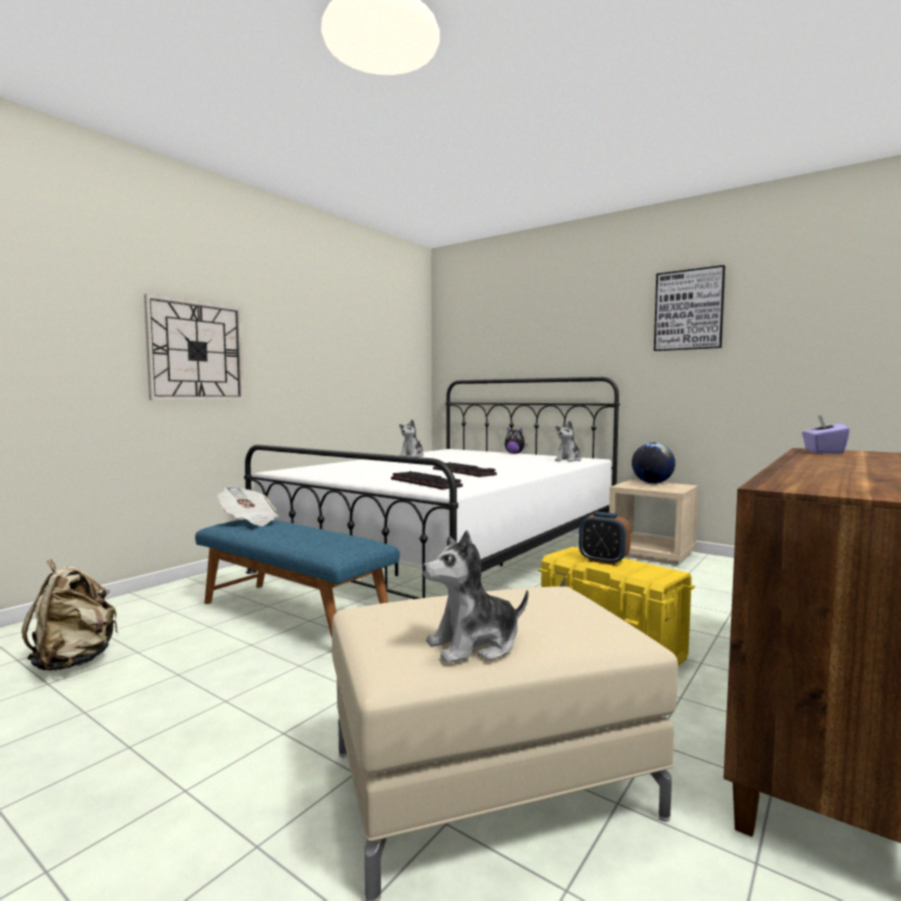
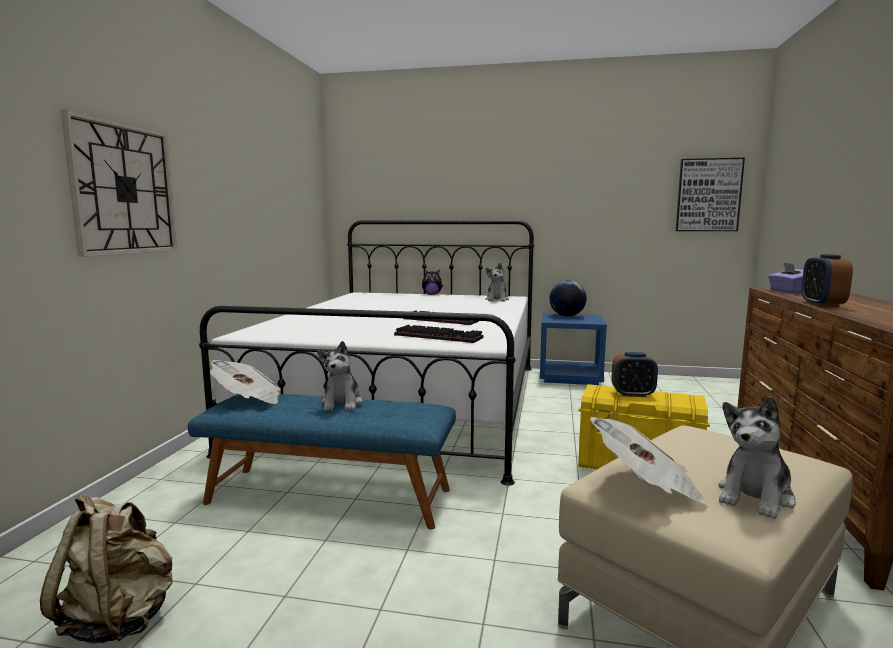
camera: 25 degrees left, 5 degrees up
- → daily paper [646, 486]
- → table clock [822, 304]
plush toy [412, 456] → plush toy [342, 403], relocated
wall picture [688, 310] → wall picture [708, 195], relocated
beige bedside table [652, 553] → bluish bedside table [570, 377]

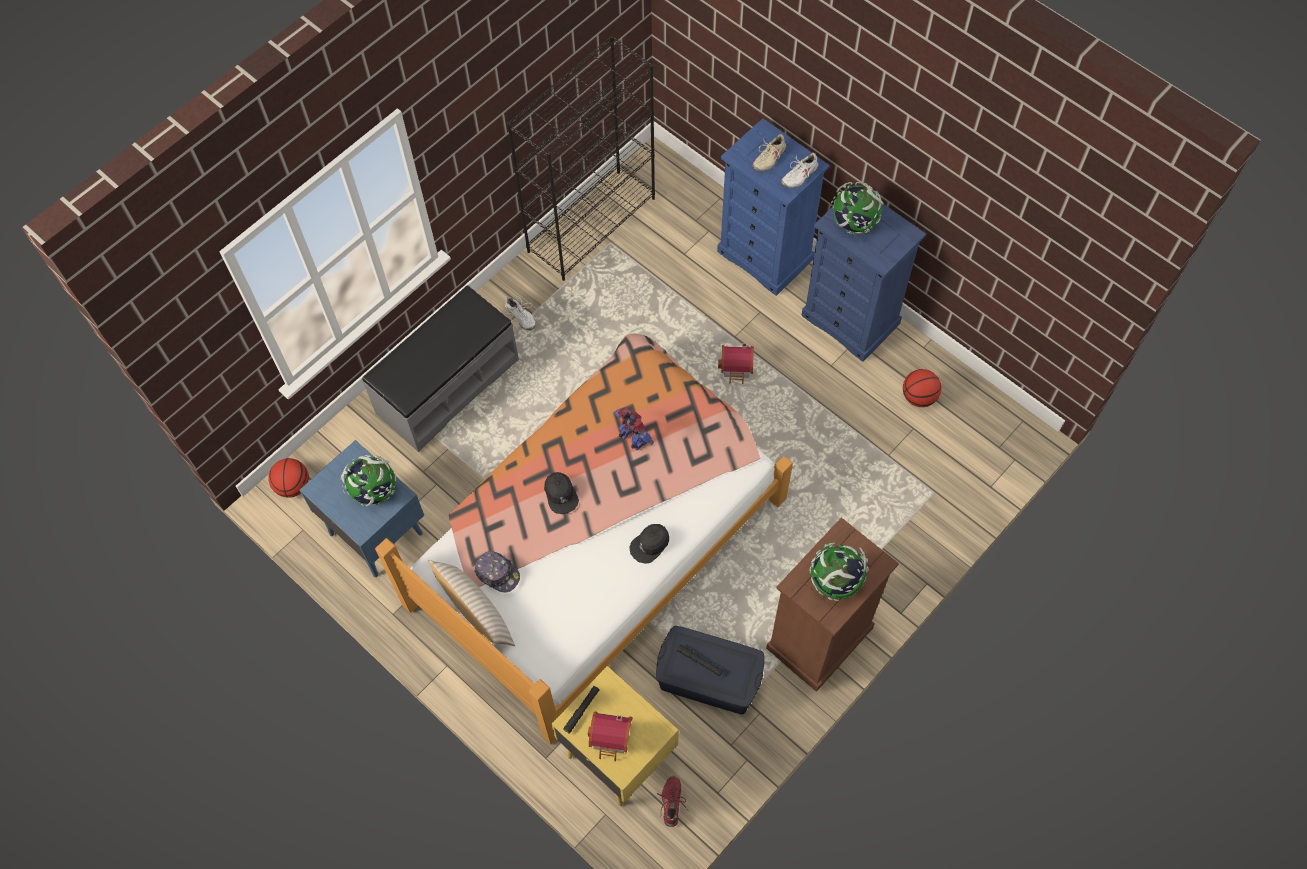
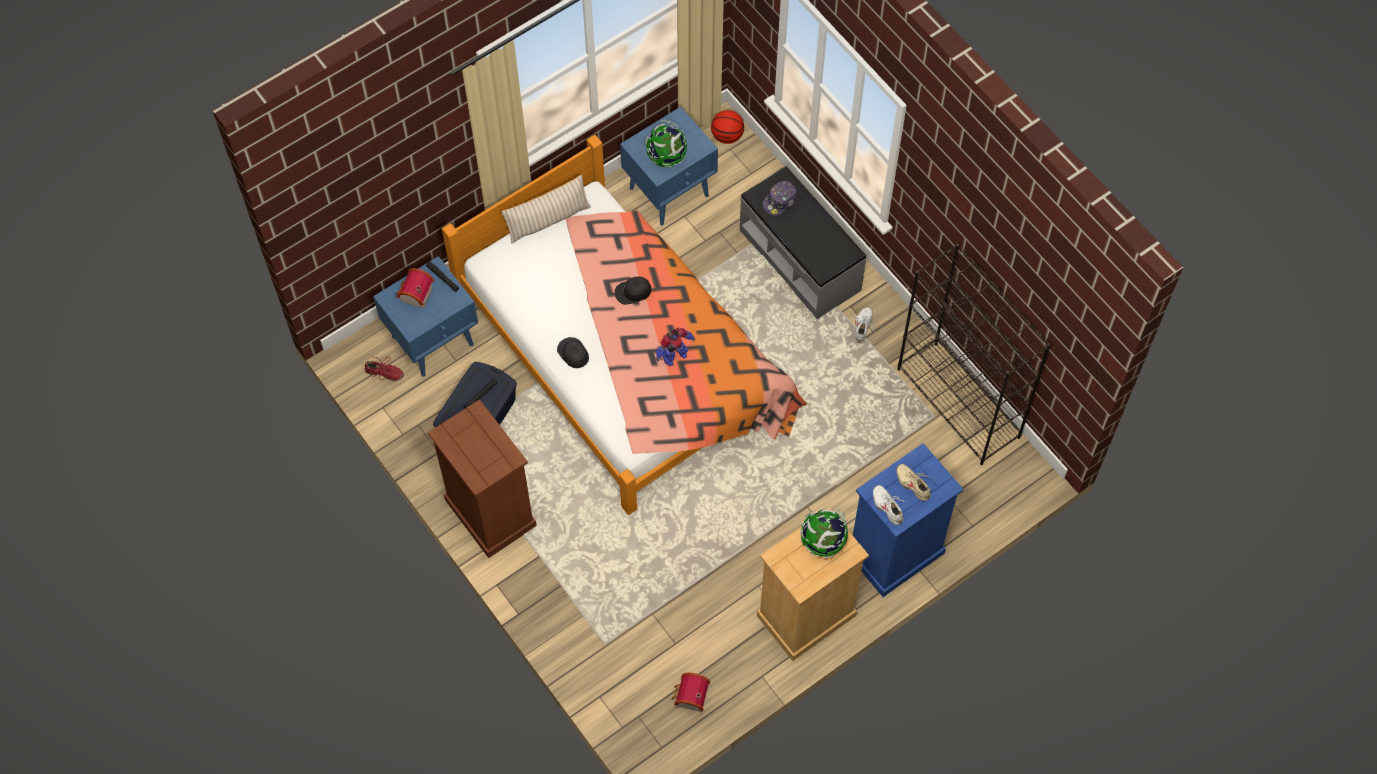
camera: 100 degrees right, 0 degrees up
desk globe [836, 581] → -
basketball [919, 397] → -
cap [497, 573] → cap [780, 201], relocated
model house [737, 369] → model house [689, 697], relocated
yellow-coloured bedside table [617, 754] → bluish bedside table [434, 340]
bluish drawer chest [851, 320] → beige drawer chest [806, 616]
whitish item of footwear [520, 317] → whitish item of footwear [863, 327], 135 degrees clockwise

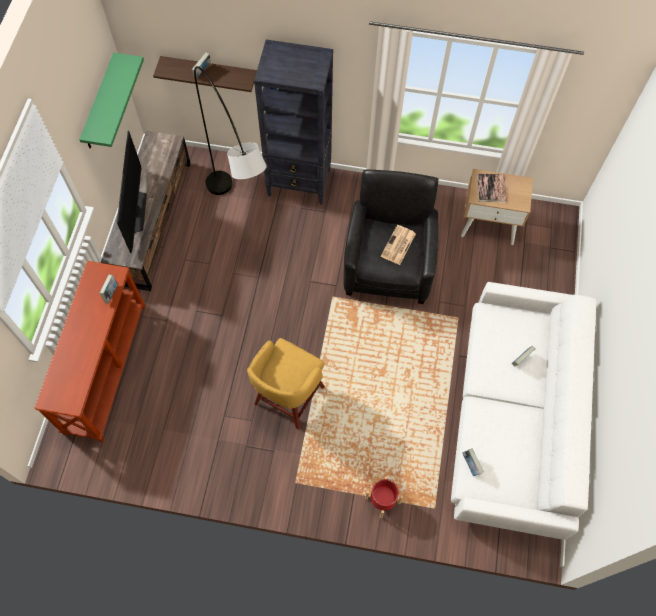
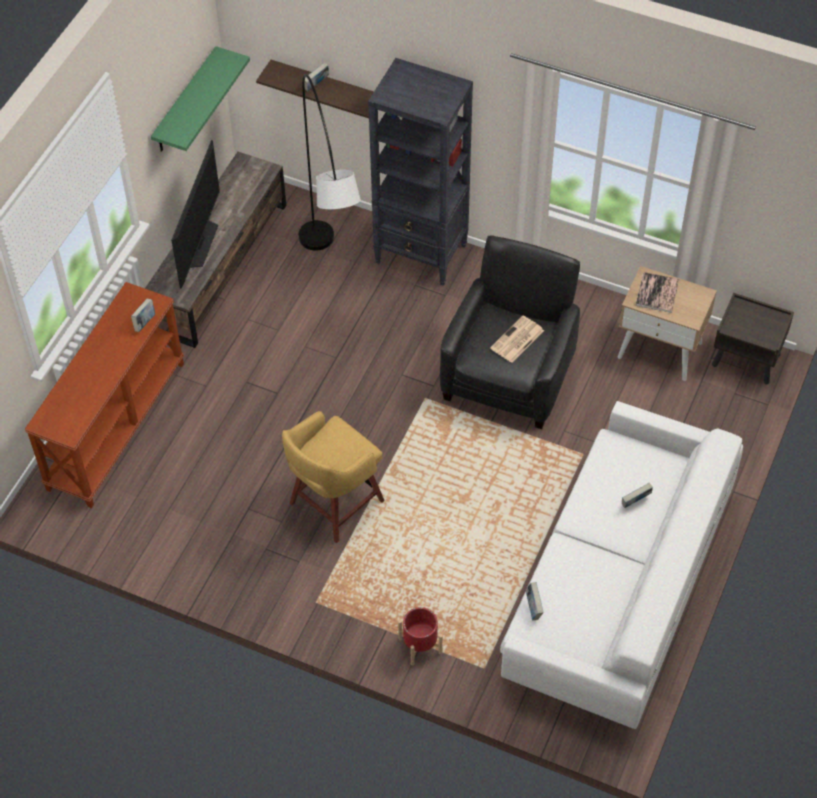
camera: 15 degrees right, 10 degrees down
- → brown-coloured bedside table [746, 360]

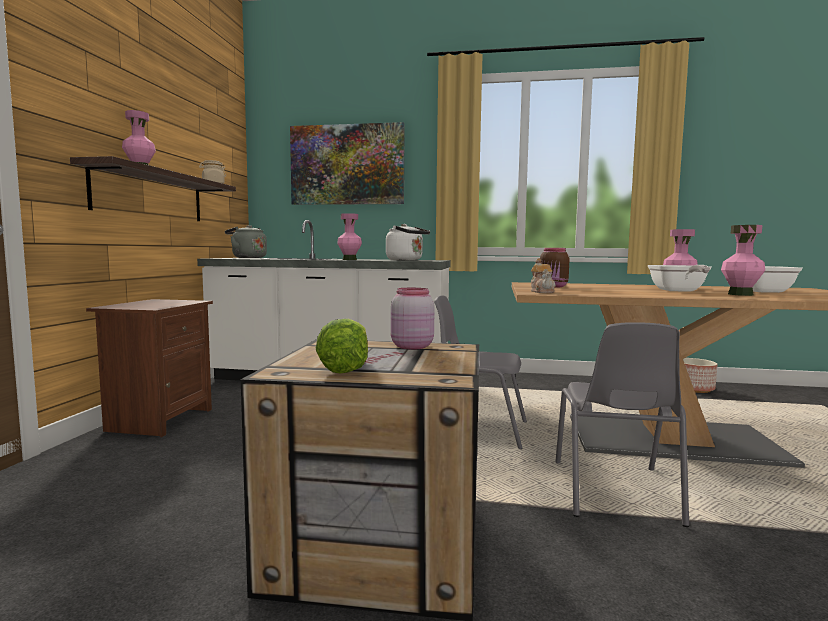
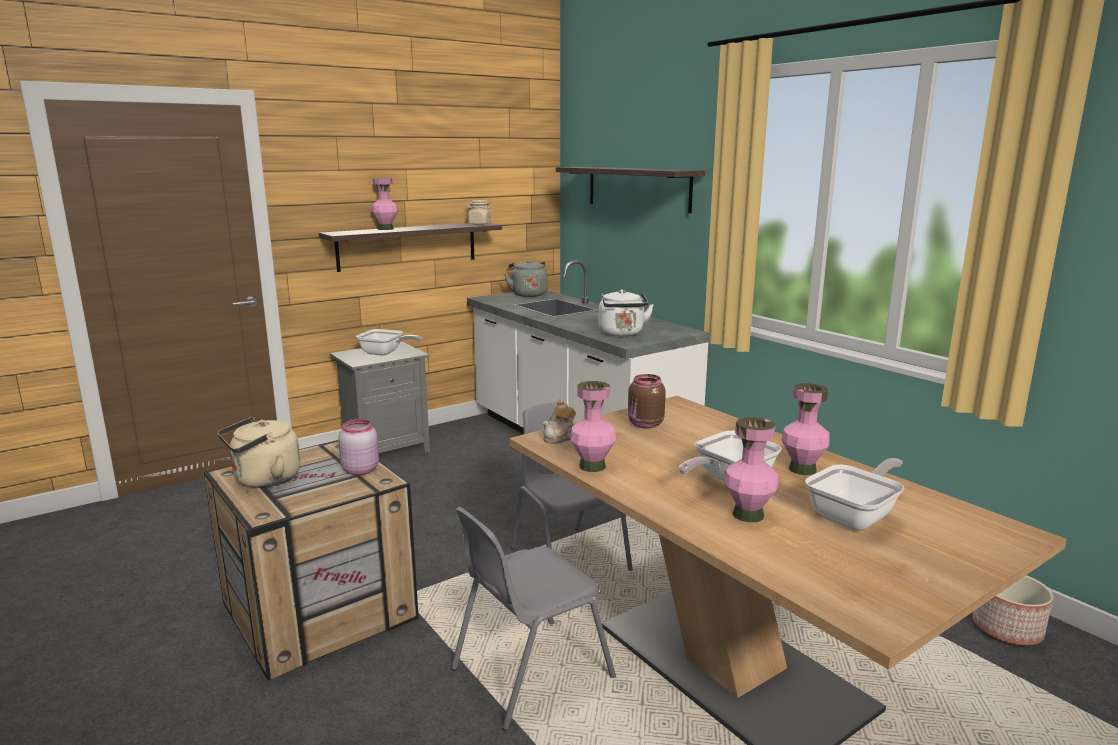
camera: 45 degrees right, 10 degrees up
- → skillet [385, 353]
pinkish decorative vase [349, 259] → pinkish decorative vase [592, 466], relocated
wall picture [347, 165] → wall shelf [638, 188]
lettuce [346, 367] → beige water kettle [263, 480]
brown-coloured bedside table [158, 420] → gray bedside table [385, 450]

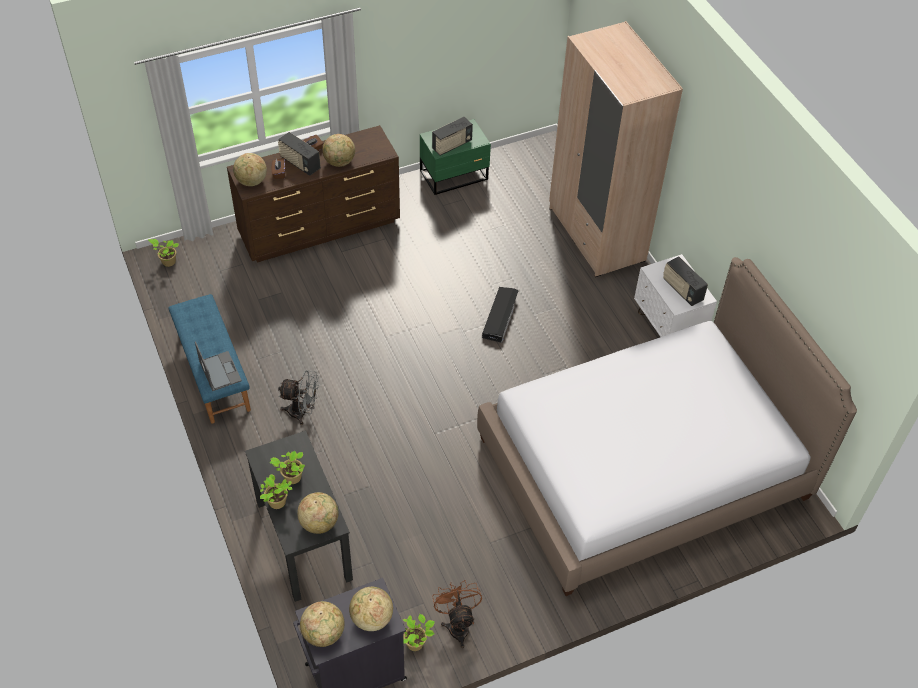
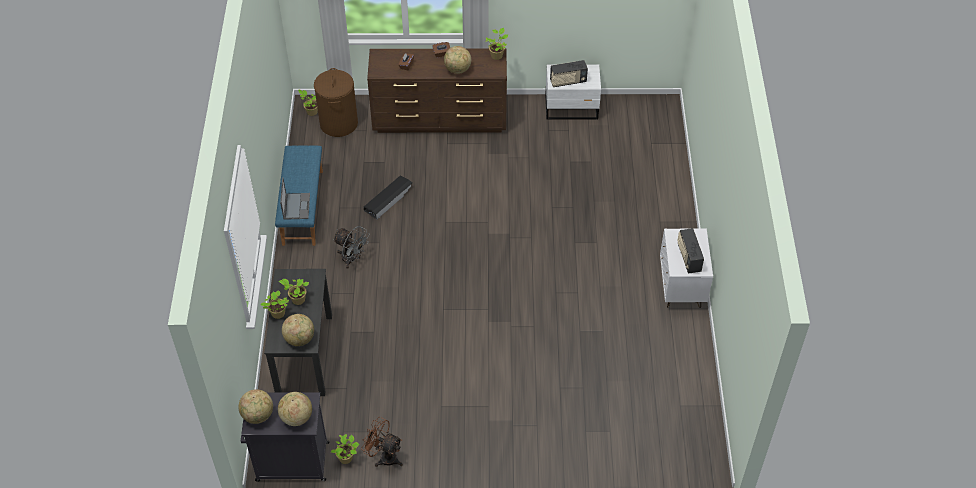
camera: 25 degrees right, 0 degrees up
desk globe [251, 181] → -
radio receiver [300, 163] → -
bed [644, 468] → -
beige wardrobe [596, 234] → -
- → brown-coloured laundry basket [338, 123]
- → potted plant [497, 55]
black storage container [500, 317] → black storage container [389, 199], relocated
greenish bedside table [455, 175] → whitish bedside table [572, 108]
brown-coloured cooling fan [458, 624] → brown-coloured cooling fan [384, 456], 75 degrees counterclockwise

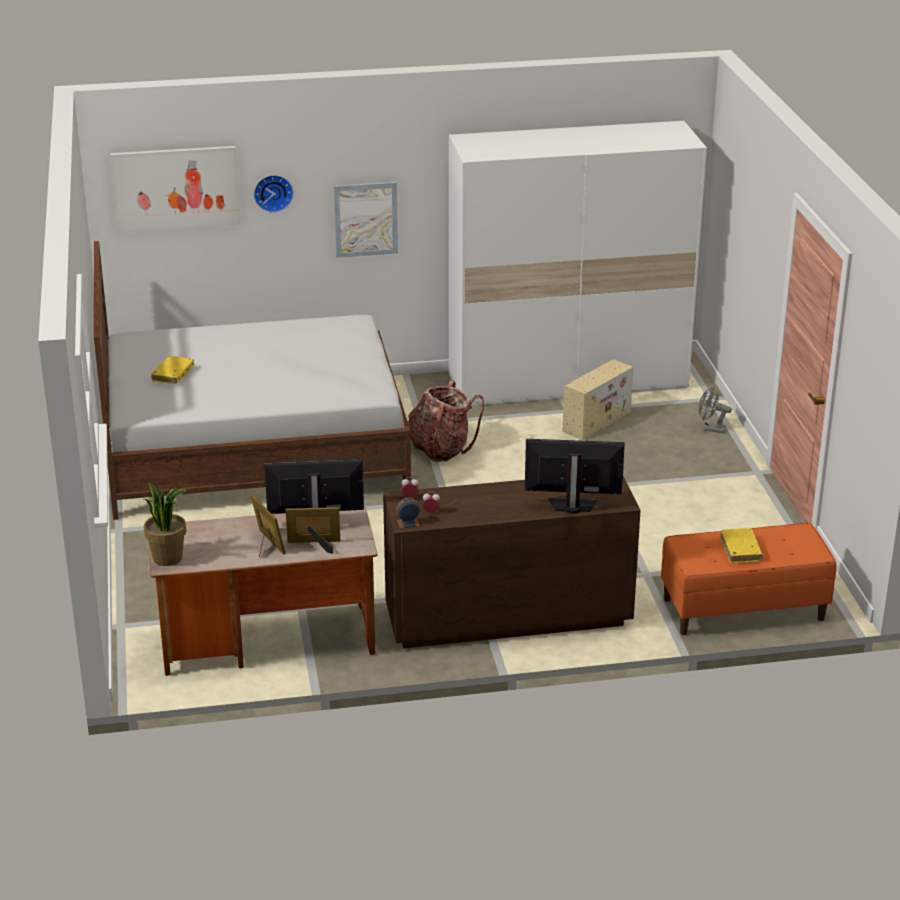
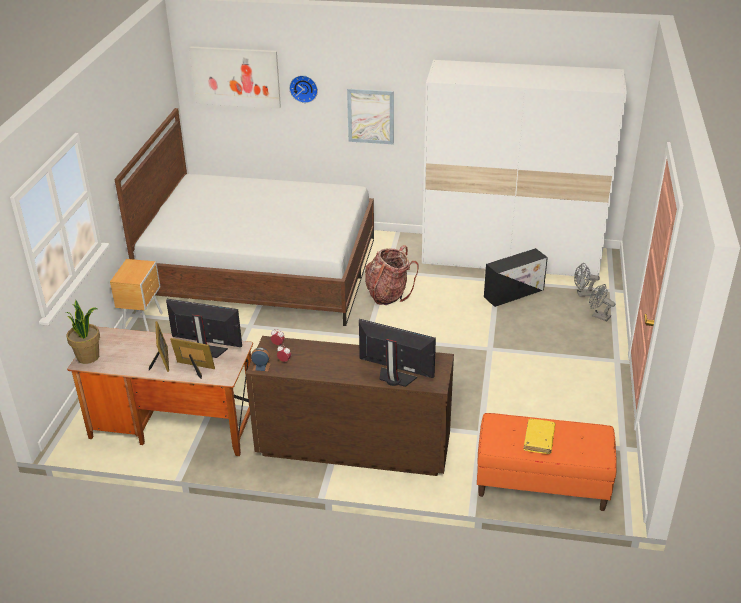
camera: 20 degrees right, 5 degrees up
yellow-coloured bound book [173, 374] → -
- → brown-coloured bedside table [144, 322]
- → gray cooling fan [582, 294]
beige storage container [597, 421] → black storage container [514, 293]

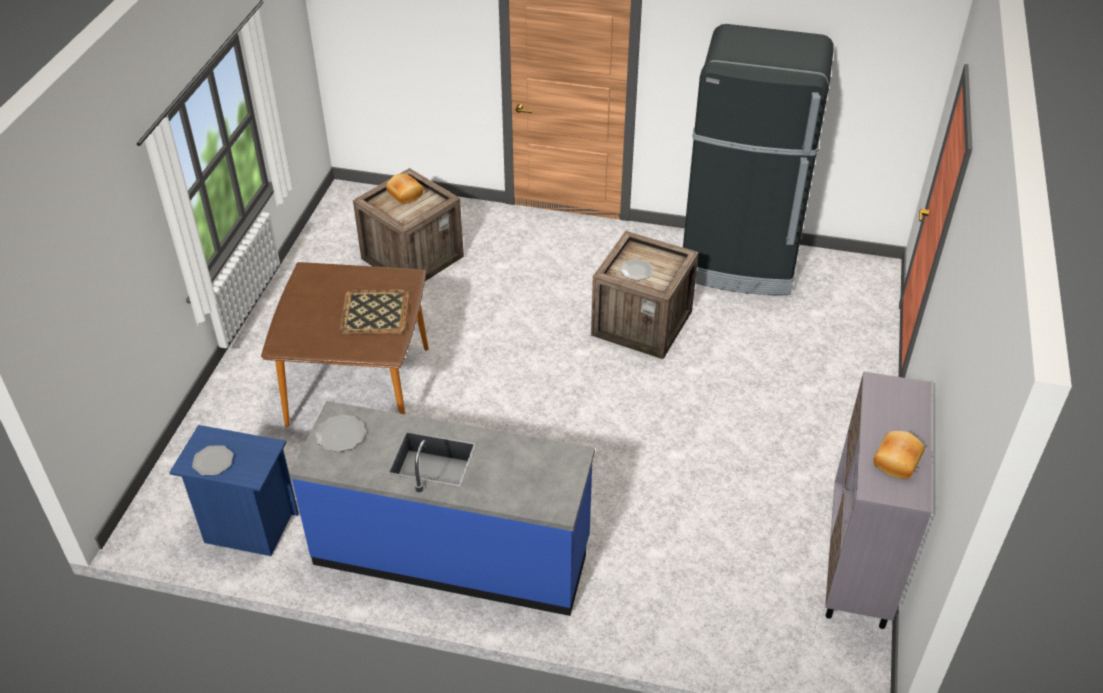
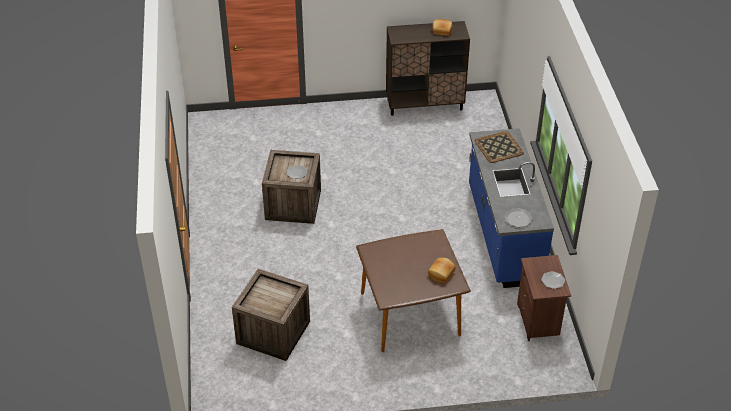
camera: 110 degrees left, 0 degrees up
black kitchen fridge [740, 264] → -
serving tray [374, 312] → serving tray [498, 147], relocated
bread [404, 195] → bread [442, 274], relocated
bluish bedside table [247, 528] → brown-coloured bedside table [539, 320]
gray cabinet [858, 560] → brown-coloured cabinet [425, 104]

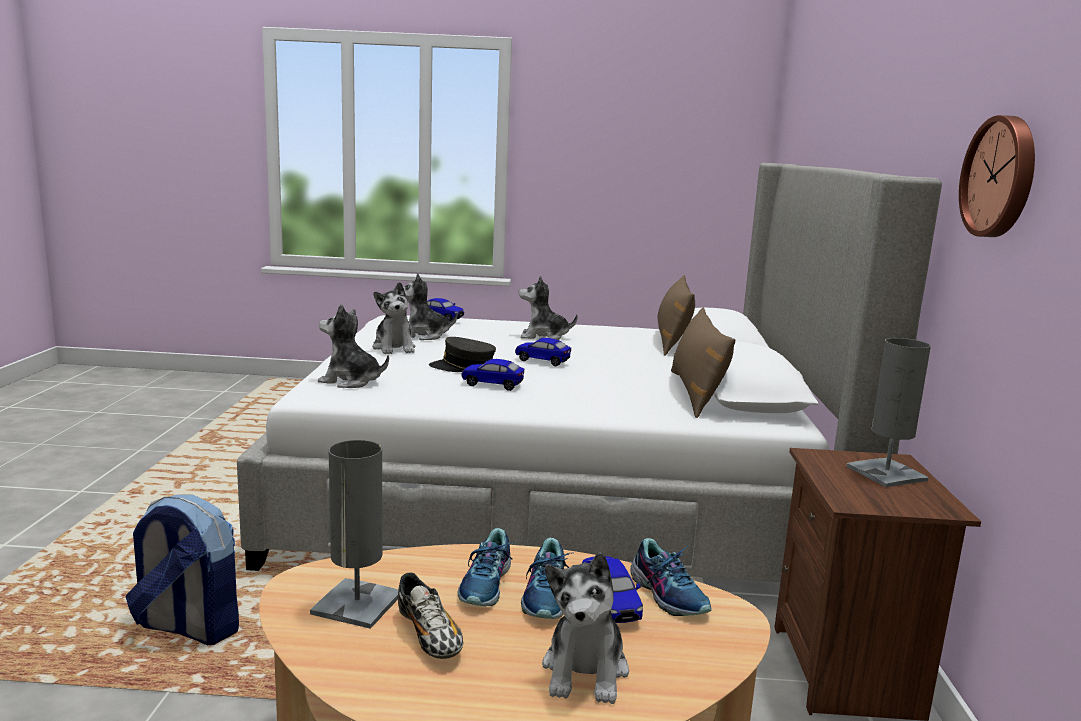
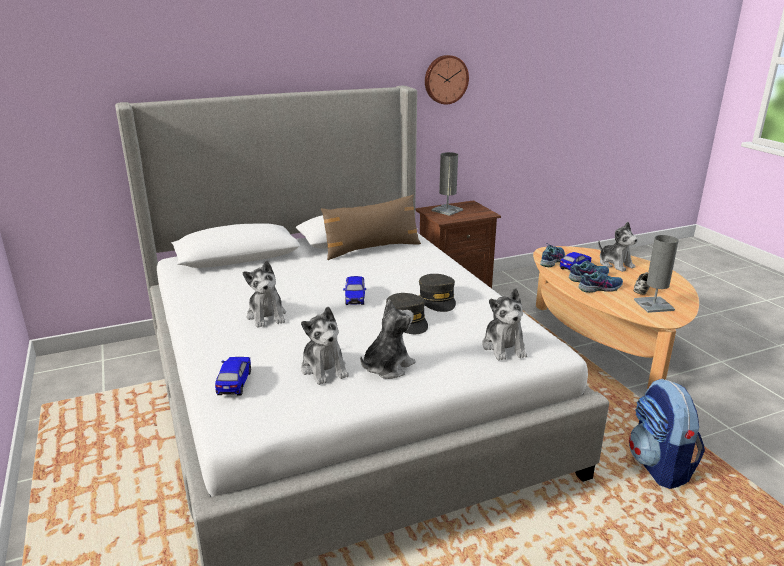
camera: 115 degrees left, 10 degrees up
brown-coloured throw pillow [672, 341] → -
miniature car [492, 385] → gray cap [437, 300]
plush toy [585, 670] → plush toy [615, 264], 75 degrees clockwise

